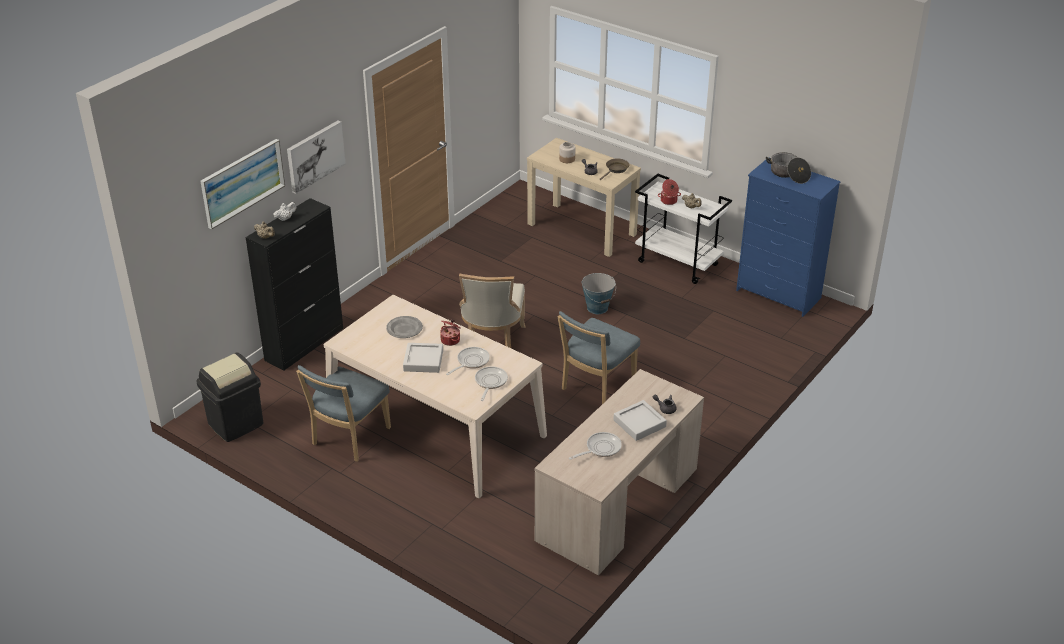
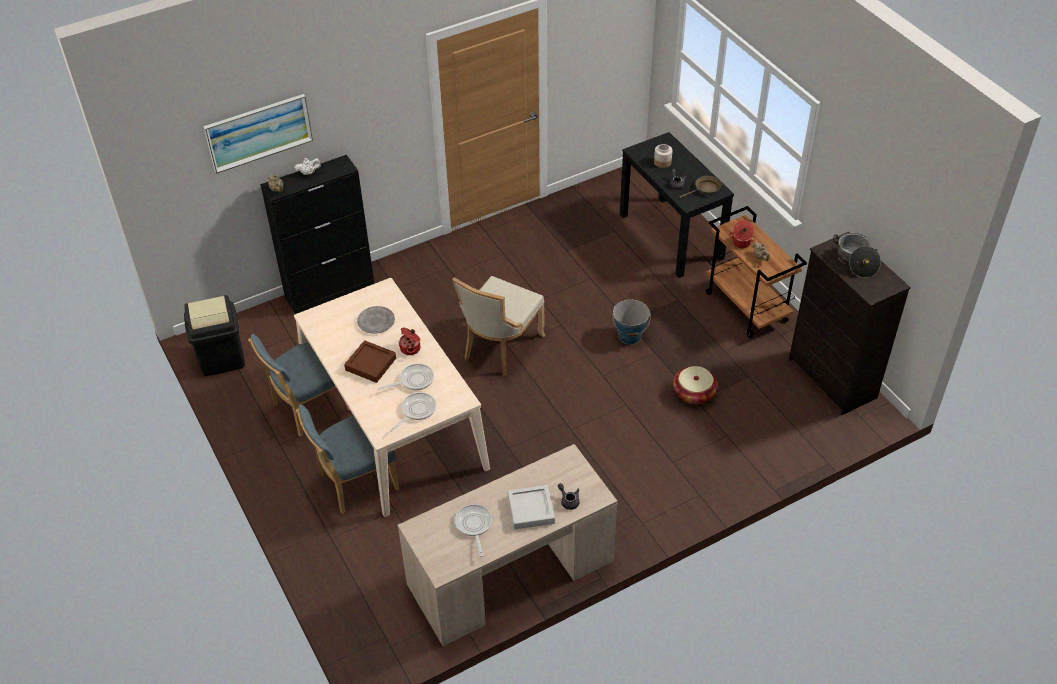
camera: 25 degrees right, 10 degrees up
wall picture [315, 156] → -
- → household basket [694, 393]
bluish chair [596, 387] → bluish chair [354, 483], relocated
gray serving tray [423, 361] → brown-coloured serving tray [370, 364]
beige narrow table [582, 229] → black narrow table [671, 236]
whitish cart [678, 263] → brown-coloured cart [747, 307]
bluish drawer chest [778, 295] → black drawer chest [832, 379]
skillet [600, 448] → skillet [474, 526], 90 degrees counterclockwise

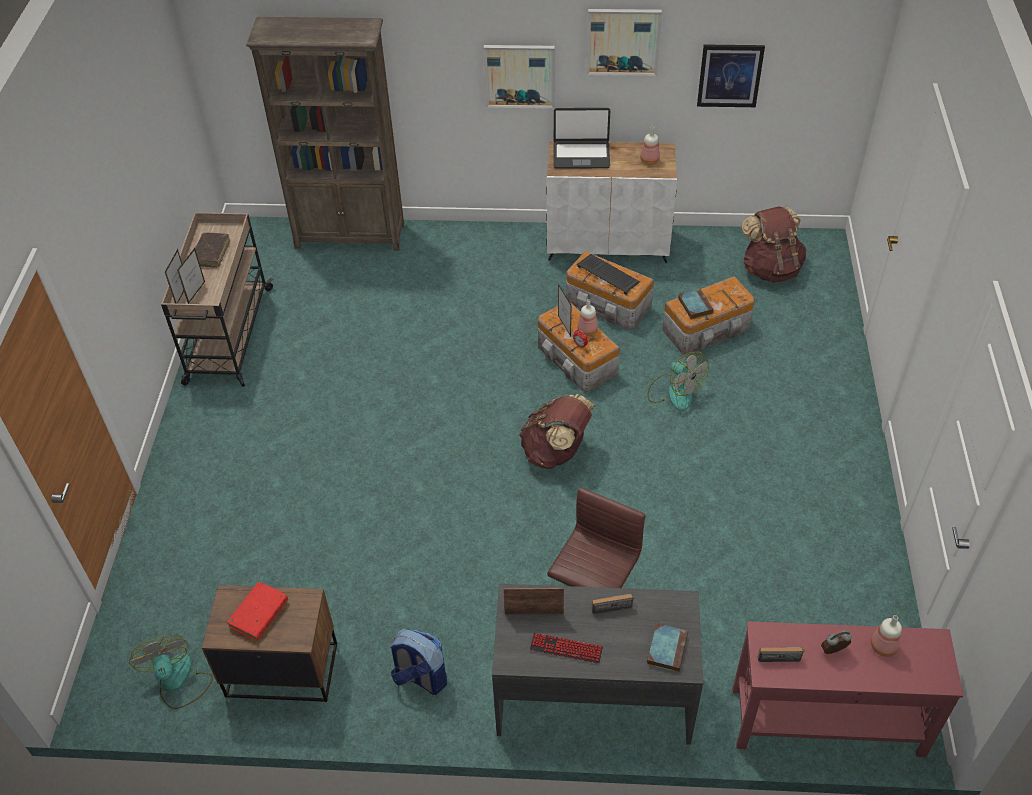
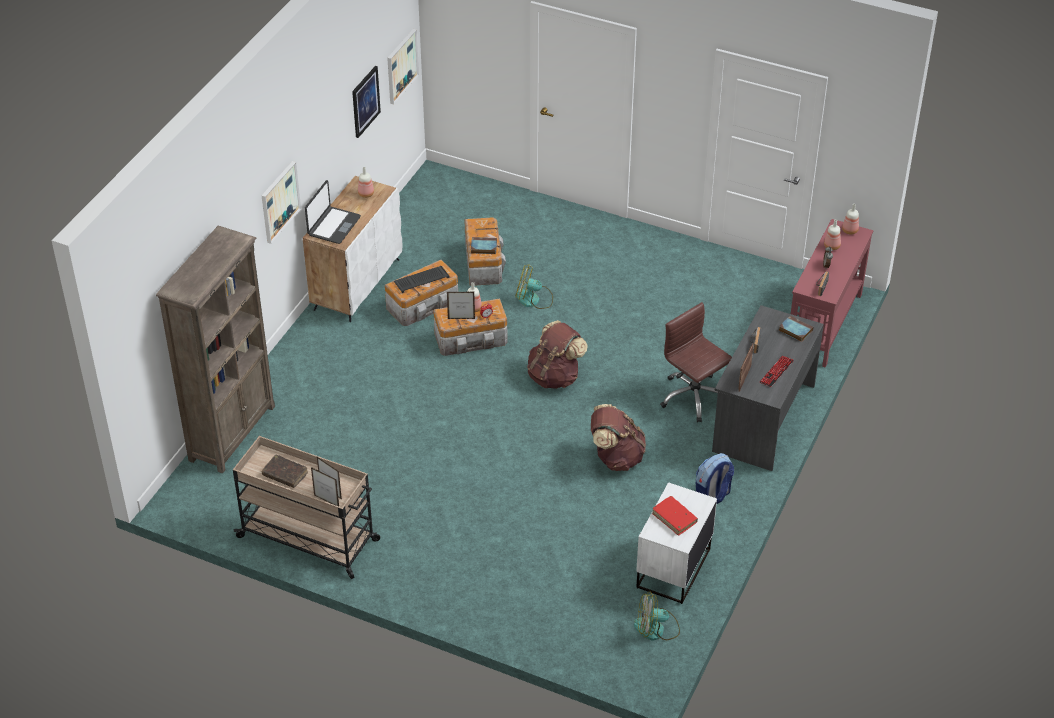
camera: 70 degrees left, 5 degrees down
- → beverage bottle [849, 231]
wall picture [623, 41] → wall picture [401, 66], relocated
brown-coloured rucksack [770, 269] → brown-coloured rucksack [616, 457], relocated
brown-coloured bedside table [281, 669] → whitish bedside table [672, 568]
cooling fan [674, 392] → cooling fan [533, 299], 150 degrees counterclockwise

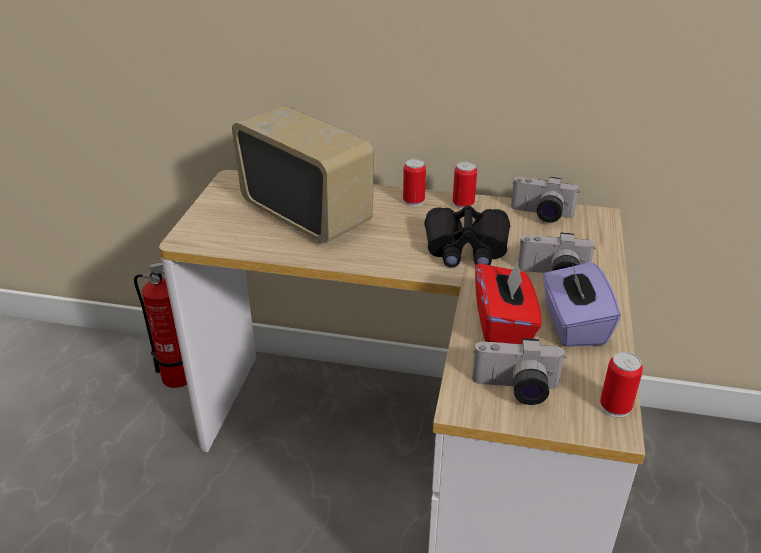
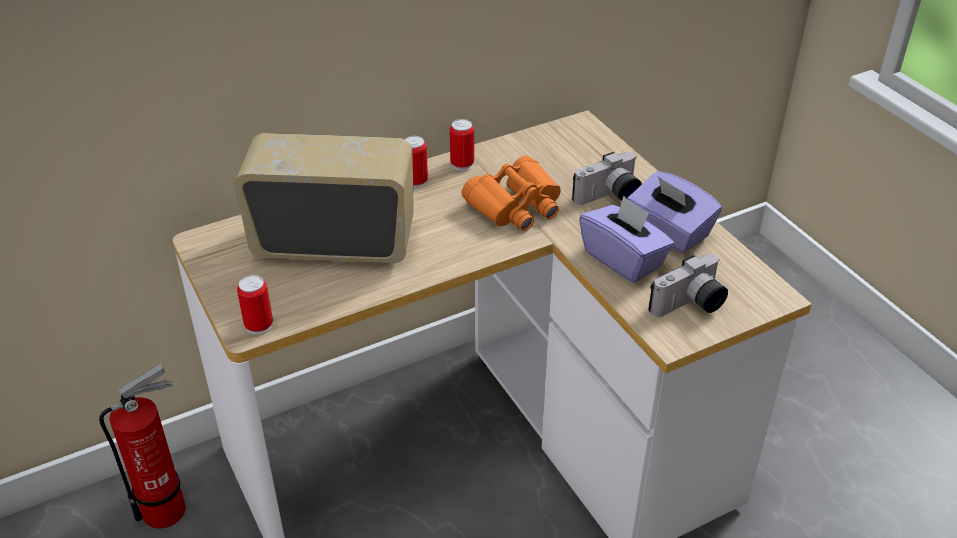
camera: 40 degrees left, 5 degrees up
still camera [541, 215] → -
sealed can [615, 407] → sealed can [259, 325], relocated
black binoculars [466, 248] → orange binoculars [516, 206]
reddish tissue holder [503, 325] → purple tissue holder [623, 259]

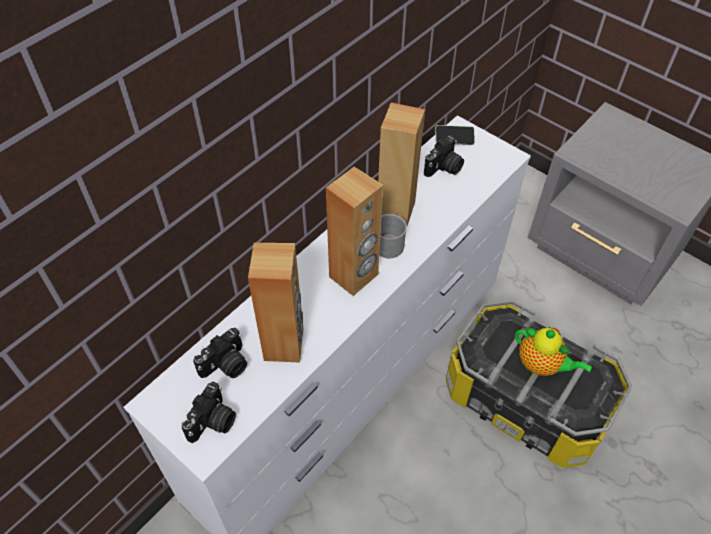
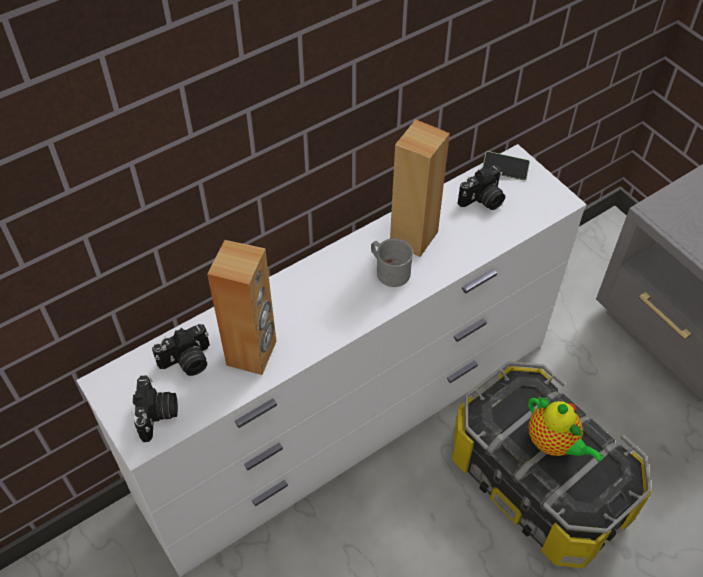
camera: 15 degrees right, 0 degrees up
brown-coloured audio speaker [354, 276] → -
still camera [213, 422] → still camera [157, 415], 45 degrees counterclockwise

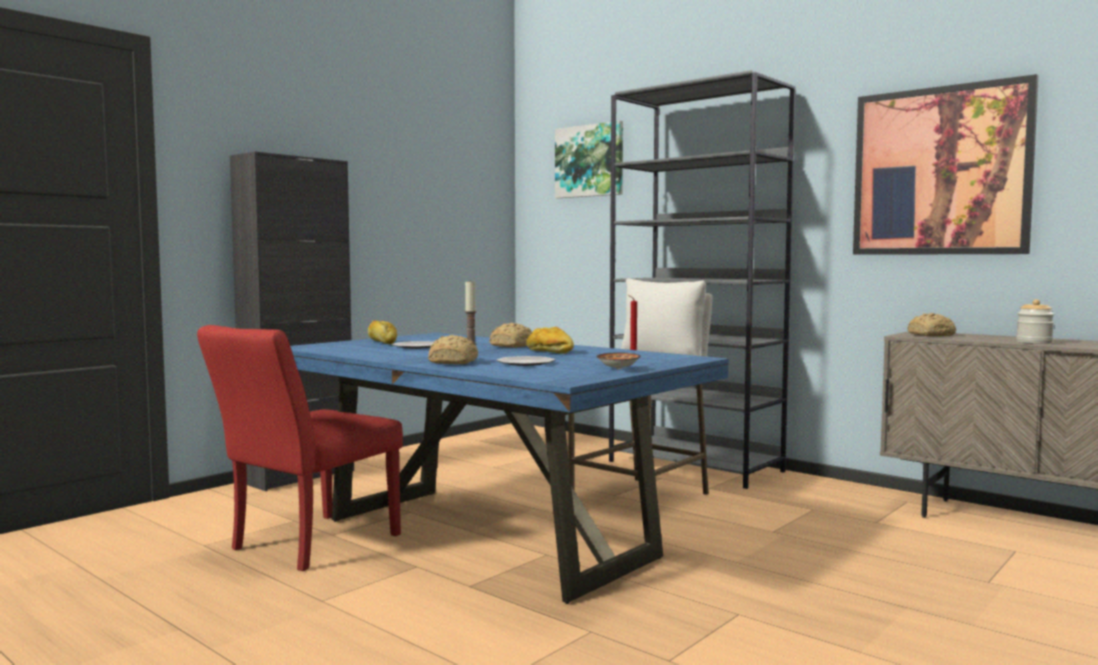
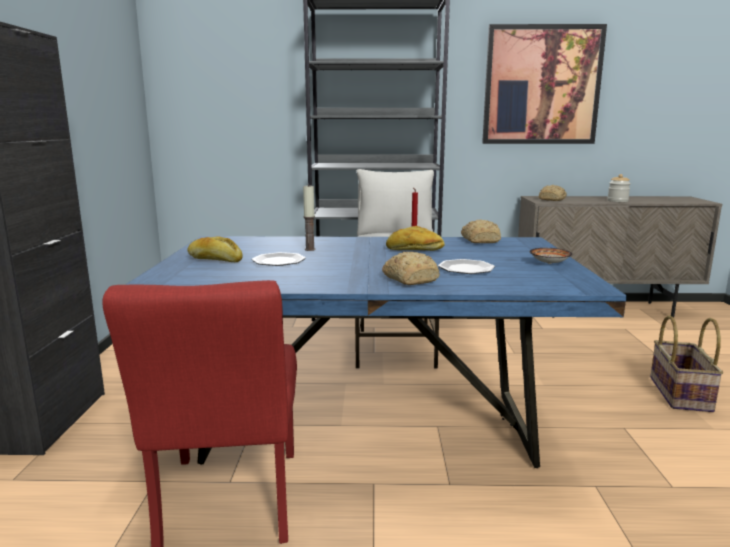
camera: 40 degrees left, 10 degrees up
wall picture [590, 161] → -
- → household basket [678, 393]
bread [513, 346] → bread [480, 240], relocated

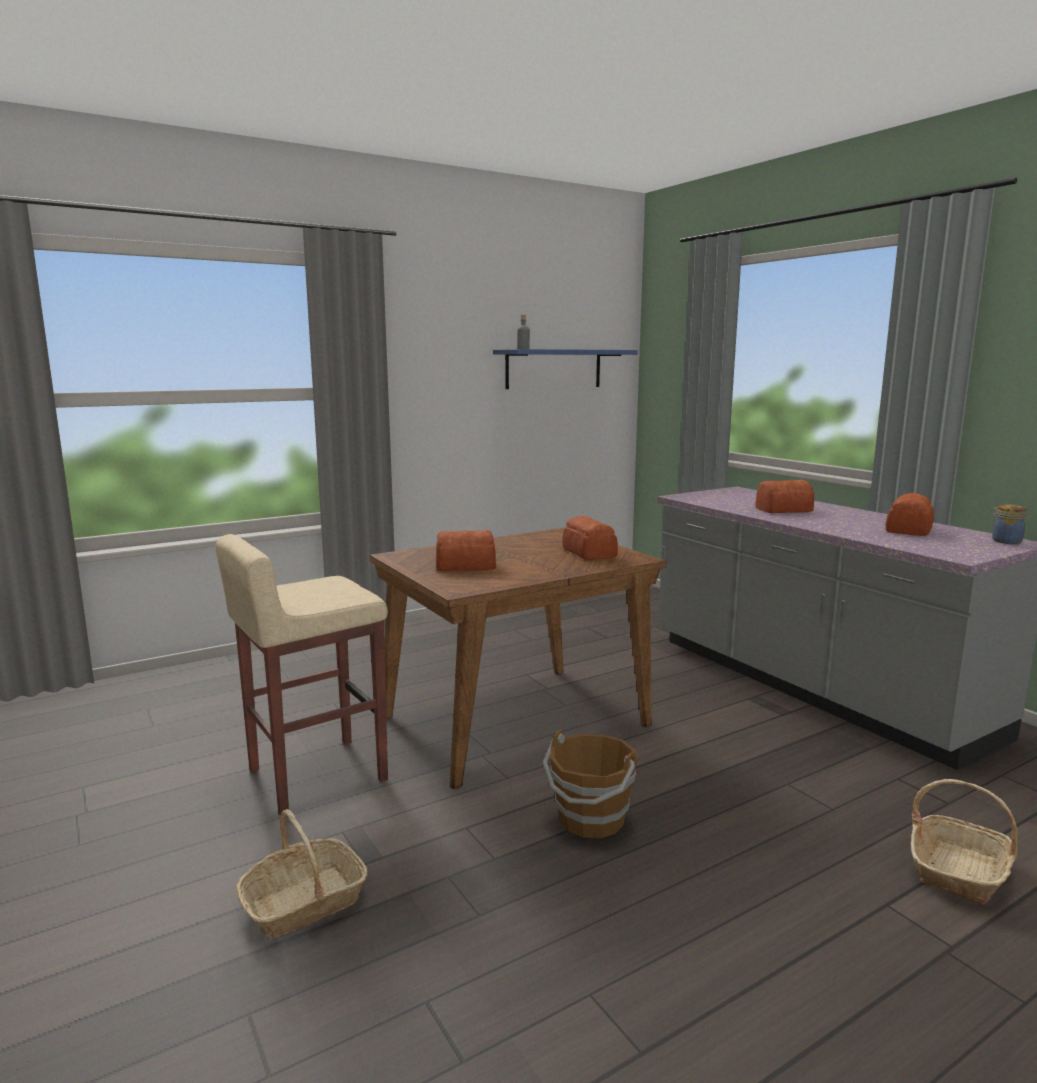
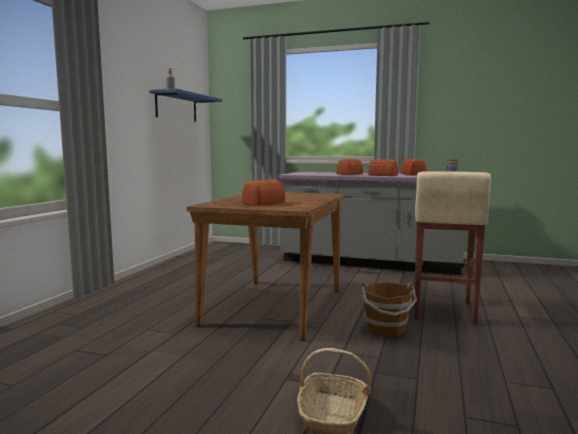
camera: 40 degrees left, 5 degrees down
household basket [959, 870] → -
beige stool [314, 775] → beige stool [442, 311], relocated
bread [588, 553] → bread [383, 175], relocated

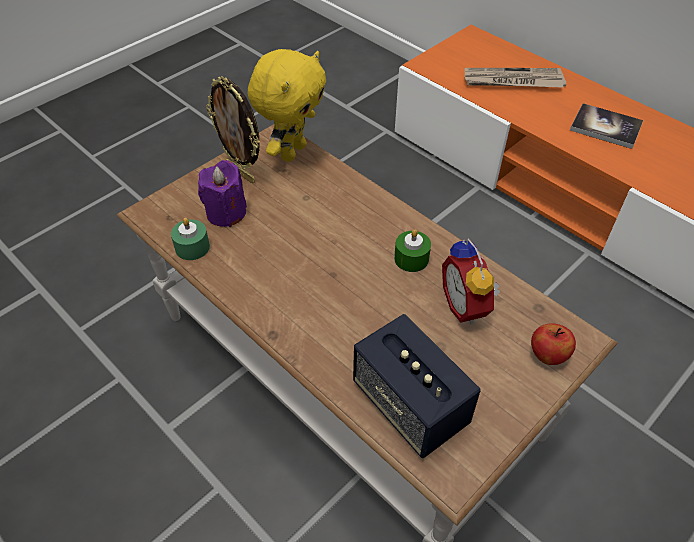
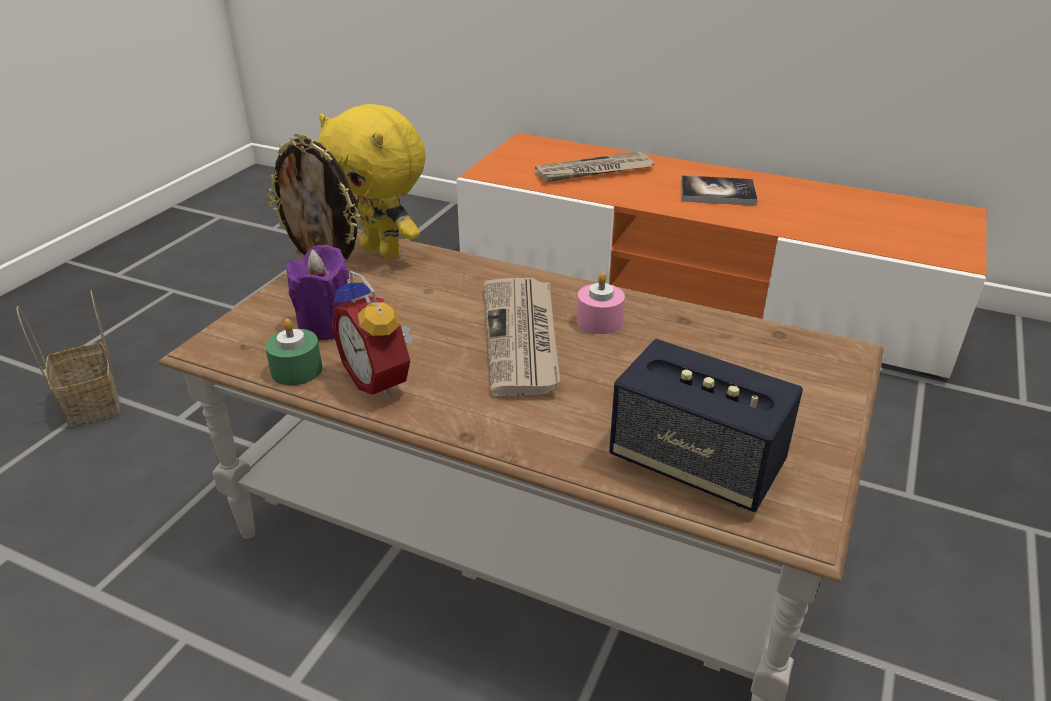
camera: 20 degrees left, 15 degrees down
whole apple [547, 355] → -
- → household basket [93, 405]
- → daily paper [522, 338]
table clock [467, 306] → table clock [381, 380], relocated
greenish wax light [411, 259] → pinkish wax light [599, 321]
yellow-coloured plush toy [292, 151] → yellow-coloured plush toy [383, 251], 120 degrees clockwise

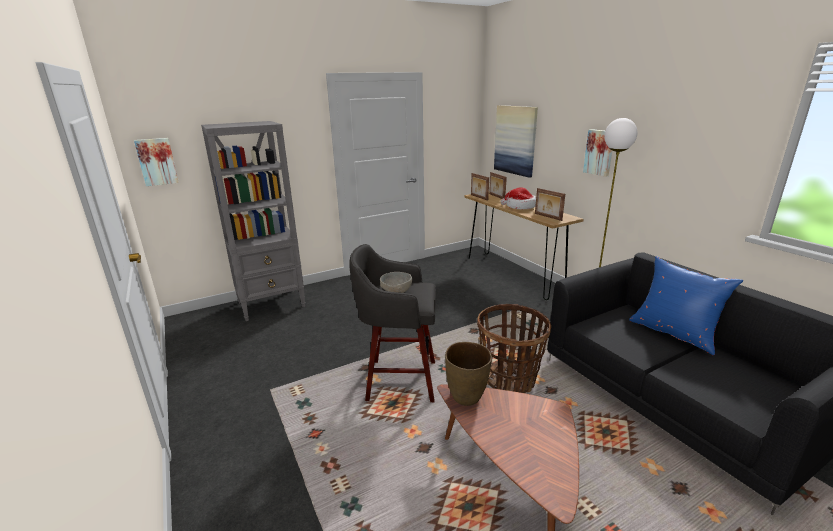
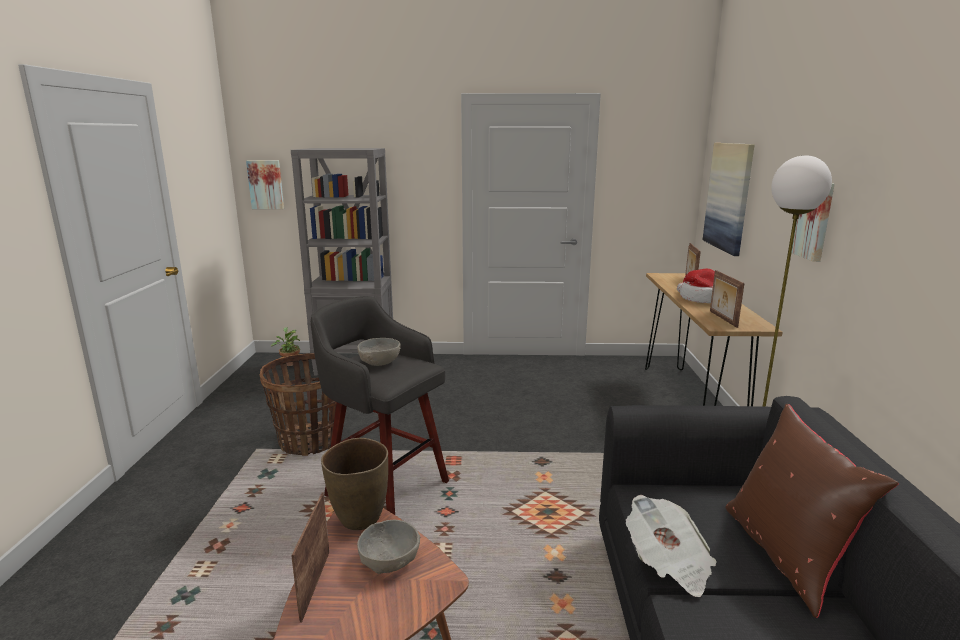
camera: 30 degrees right, 5 degrees down
- → potted plant [289, 363]
- → gray deep dish [389, 561]
- → daily paper [669, 563]
standing frame [478, 197] → standing frame [313, 584], relocated
household basket [509, 379] → household basket [310, 441], relocated
bluish throw pillow [674, 333] → brown-coloured throw pillow [786, 555]

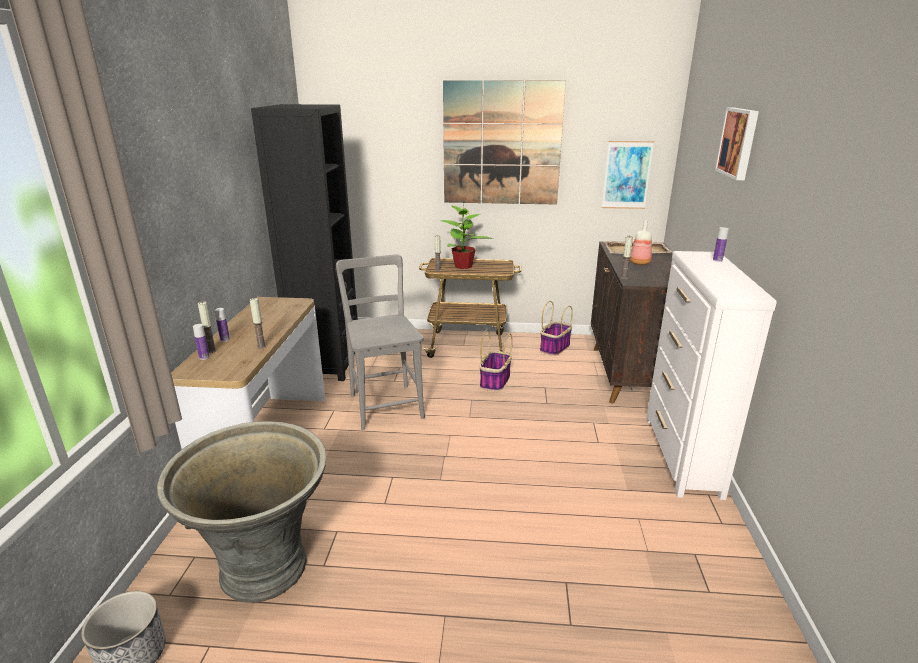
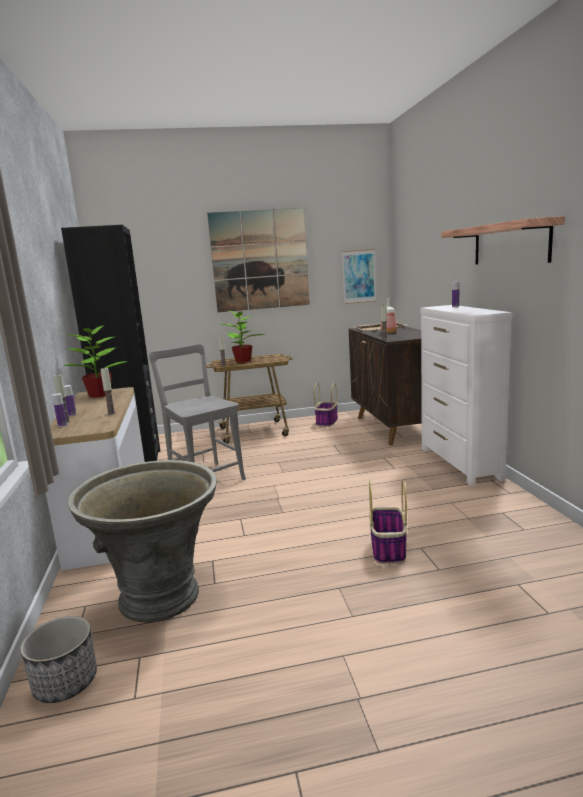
camera: 15 degrees left, 10 degrees down
wall picture [739, 142] → -
- → potted plant [100, 395]
- → wall shelf [510, 243]
household basket [495, 381] → household basket [388, 549], relocated

